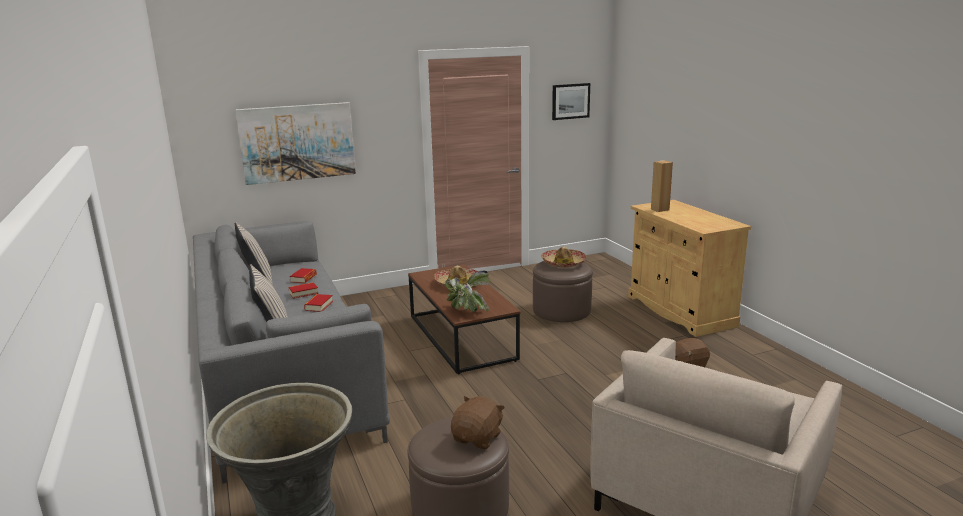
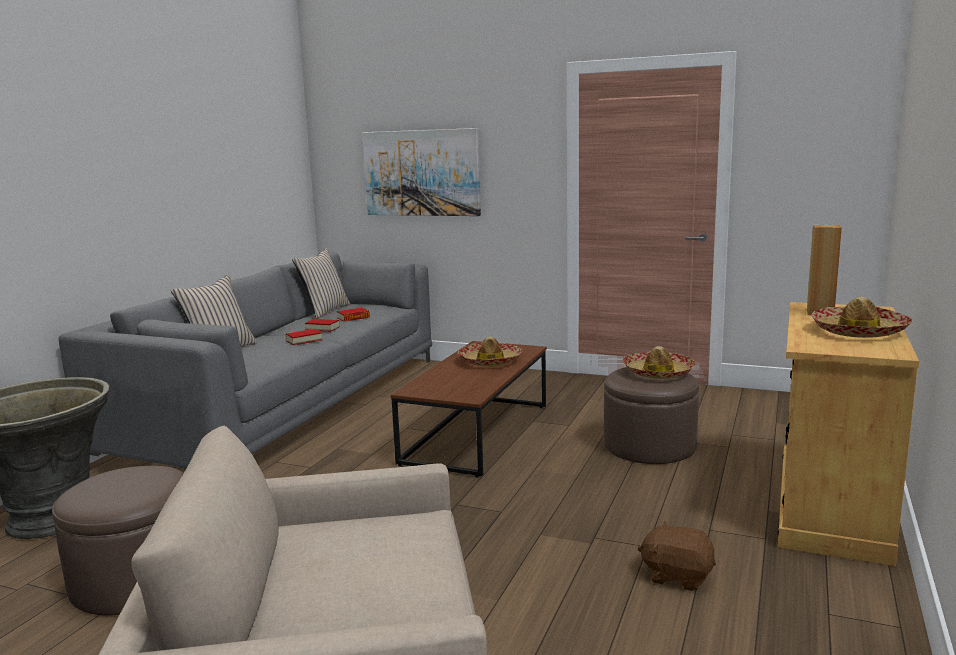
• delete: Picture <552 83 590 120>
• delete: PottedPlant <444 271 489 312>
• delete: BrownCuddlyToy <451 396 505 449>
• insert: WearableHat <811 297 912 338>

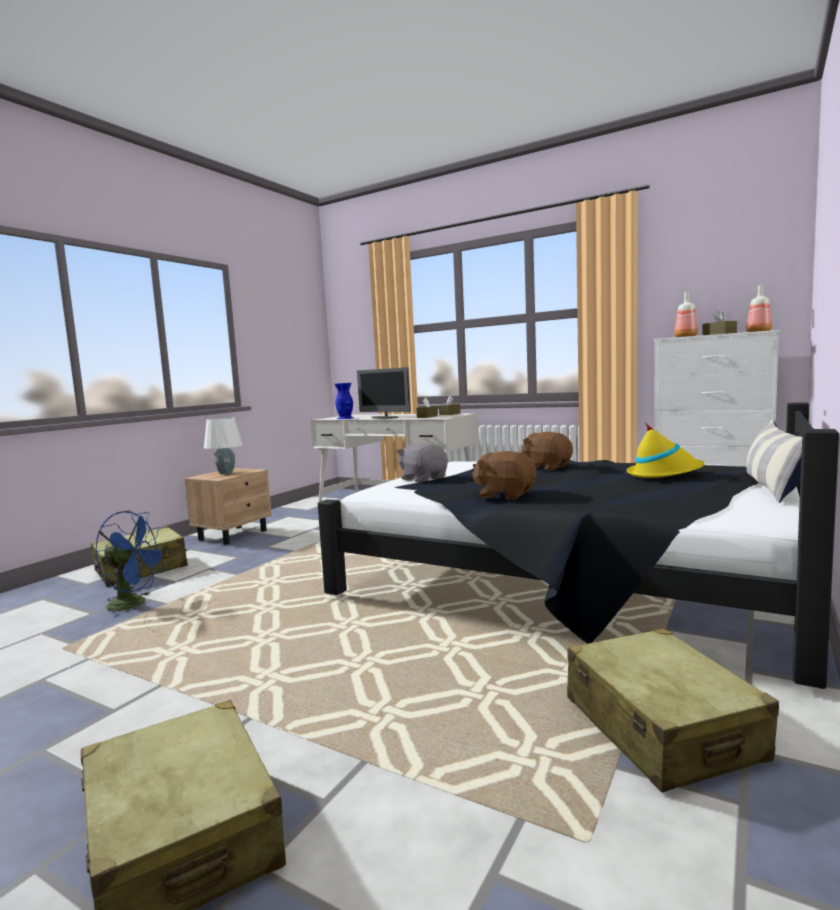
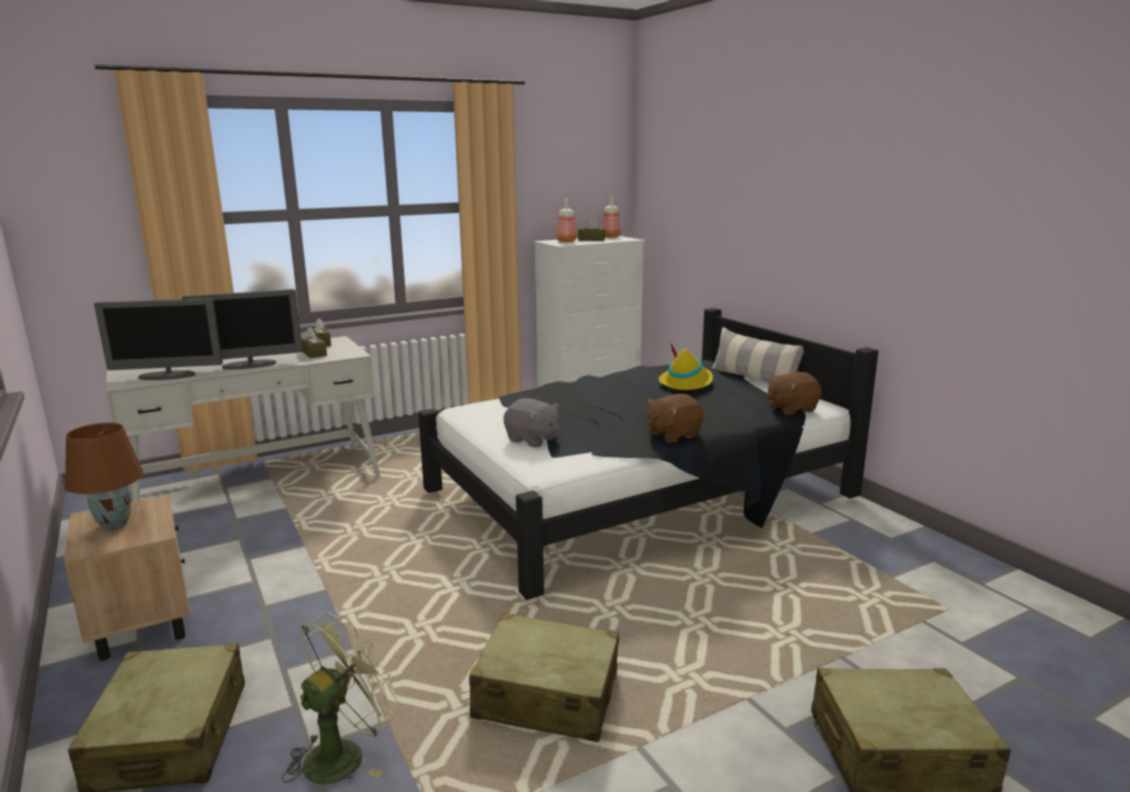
• replace: BluishDecorativeVase <334 383 353 419> to ComputerScreen <94 298 223 380>
• recolor: WhitishTableLamp <204 417 243 474> to BrownTableLamp <65 423 144 530>
• move: BrownCuddlyToy <521 432 573 471> to <767 372 822 415>
• rotate: GreyCuddlyToy <397 443 448 483> = <504 398 560 447> 135 degrees counterclockwise
• recolor: BluishElectricFan <95 510 168 617> to GreenColouredElectricFan <282 612 400 784>
• move: SandColouredPieceOfLuggage <567 628 779 793> to <469 613 619 742>

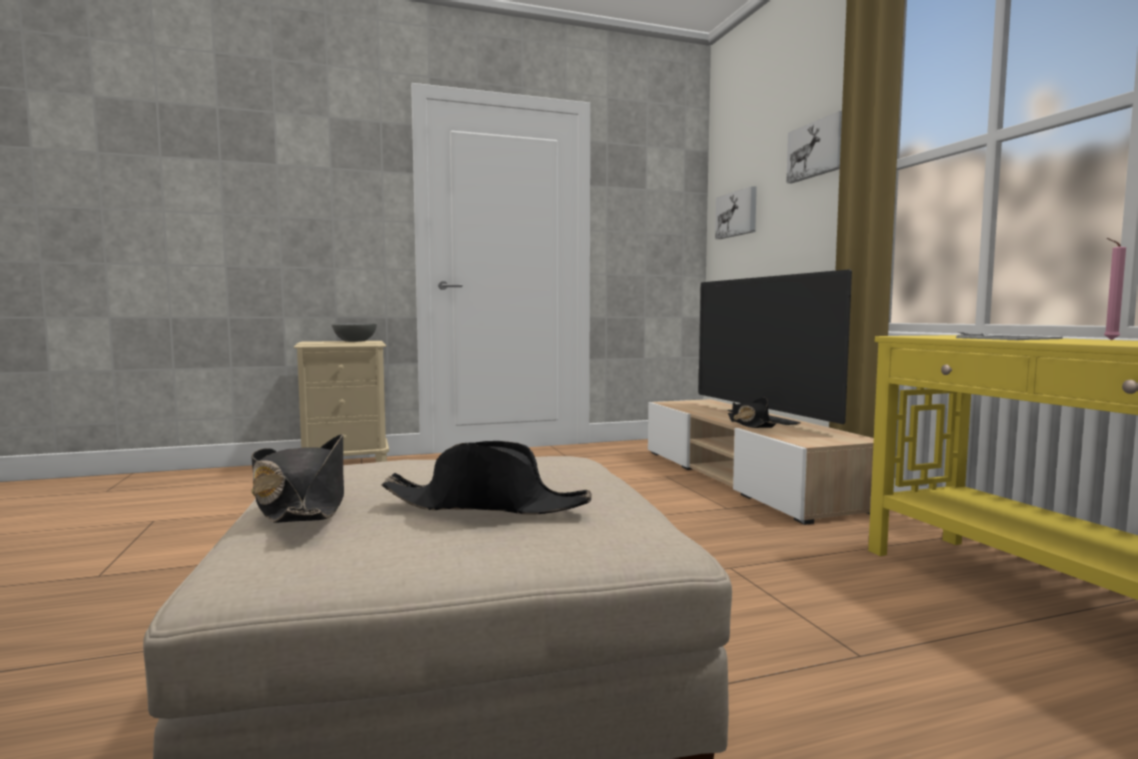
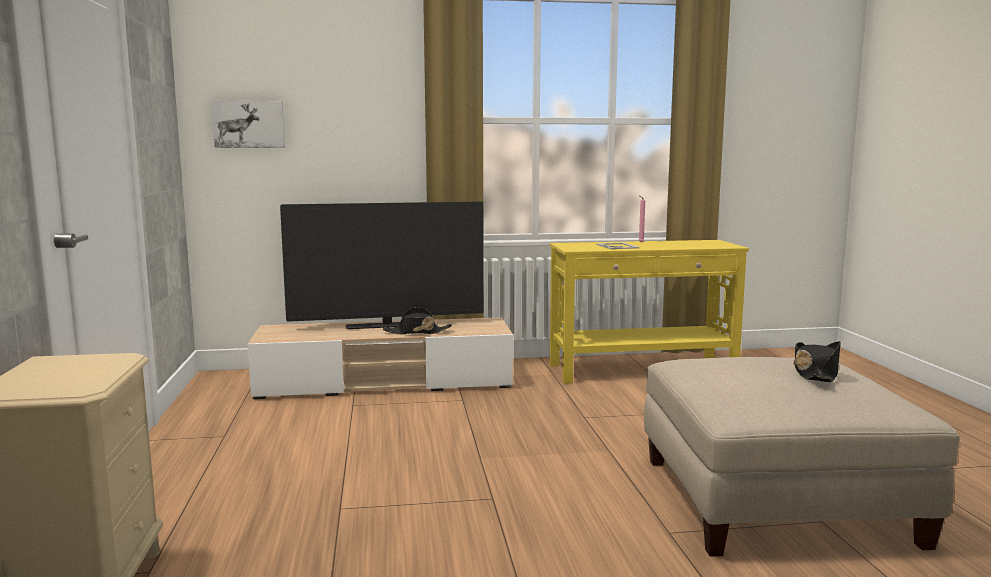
• delete: Picture <786 111 842 183>
• delete: GreyBowl <332 323 377 342>
• delete: BlackishWearableHat <251 434 344 523>

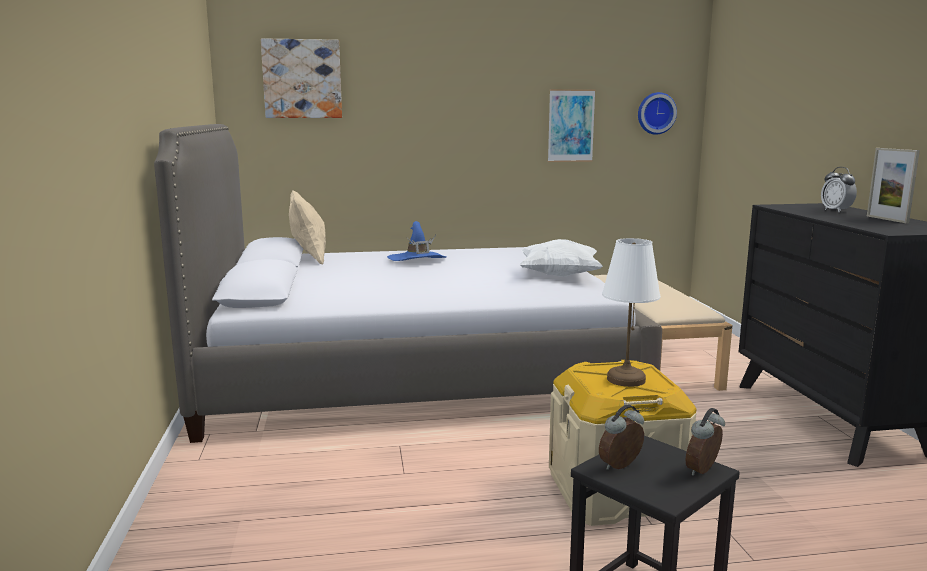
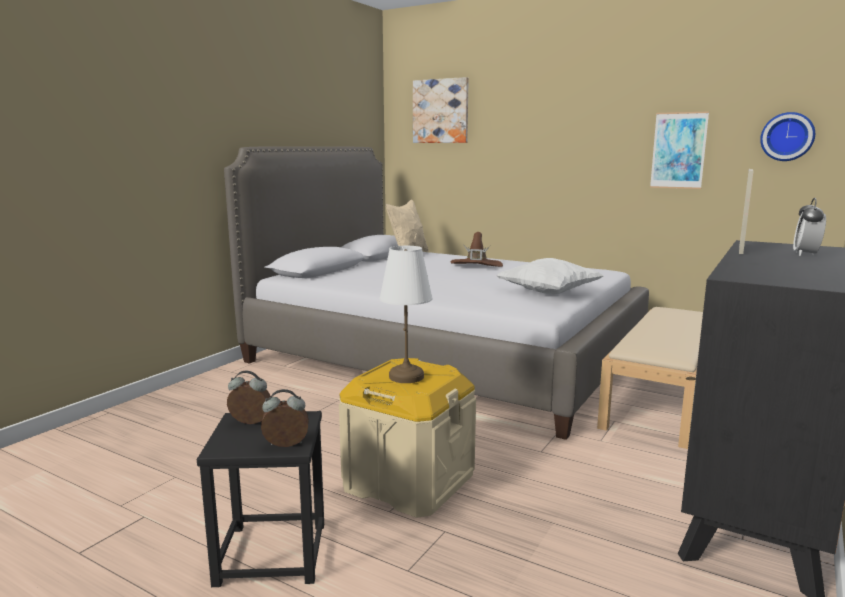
• move: PhotoFrame <867 148 920 223> to <739 169 753 254>
• recolor: BluishWearableHat <387 221 447 261> to BrownWearableHat <450 232 503 267>

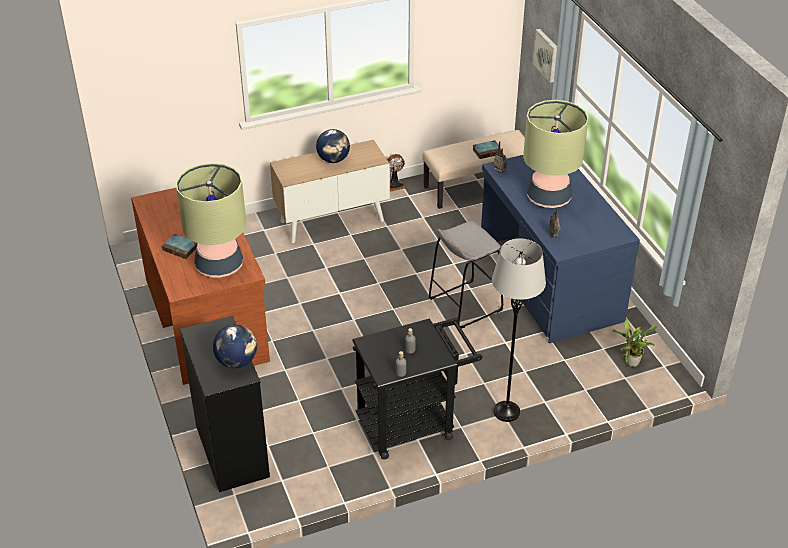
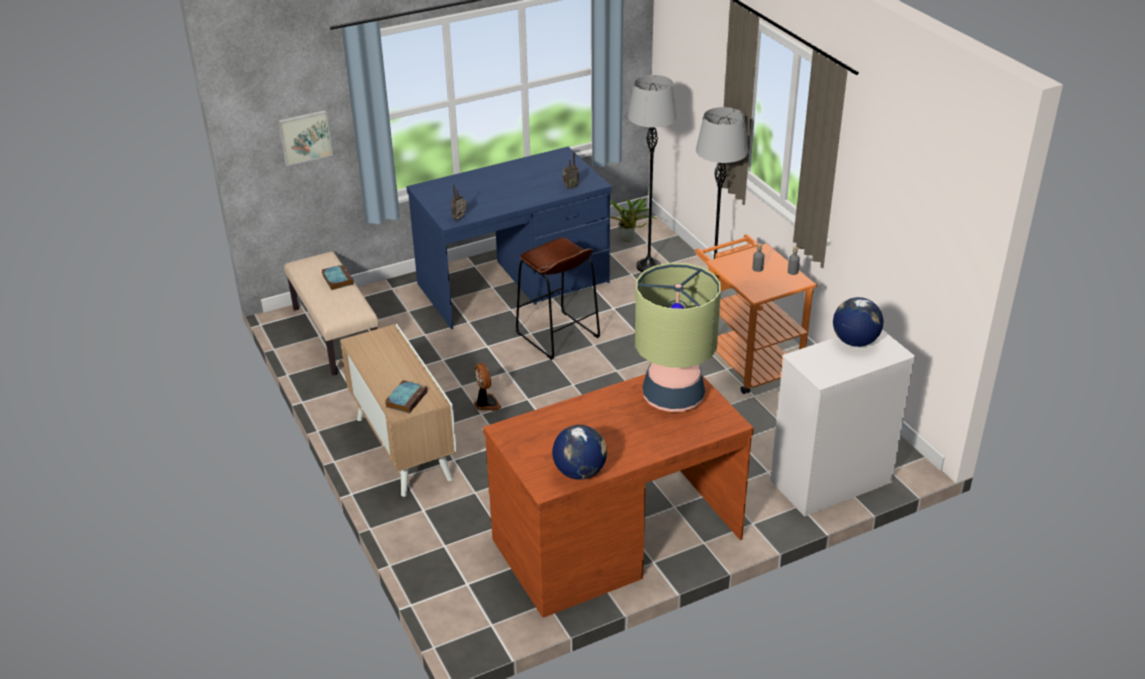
• delete: TableLamp <523 100 589 208>
• move: Globe <316 129 350 163> to <552 425 607 480>
• move: ElectricFan <387 154 407 192> to <474 363 502 411>
• recolor: GreyStool <429 221 503 329> to BrownStool <516 237 600 360>
• move: Volume <162 234 197 259> to <385 380 427 413>
• recolor: BlackishDresser <180 316 270 492> to WhitishDresser <770 329 916 517>
• recolor: BlackishTrolley <352 318 482 460> to OrangeyTrolley <695 234 817 394>
• insert: GreyStandingLamp <628 75 678 272>

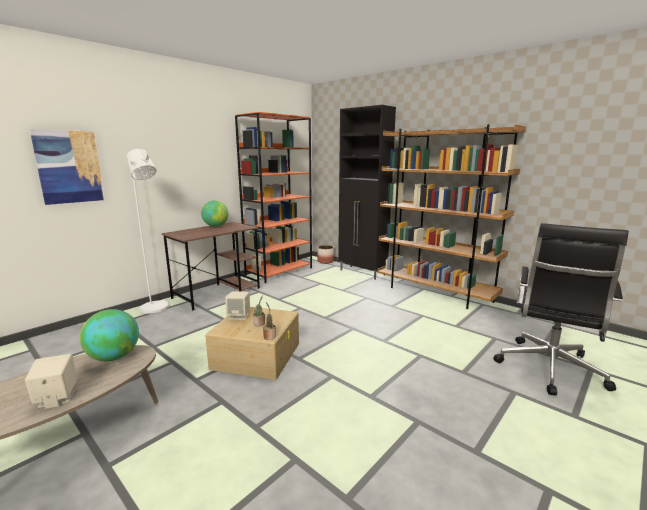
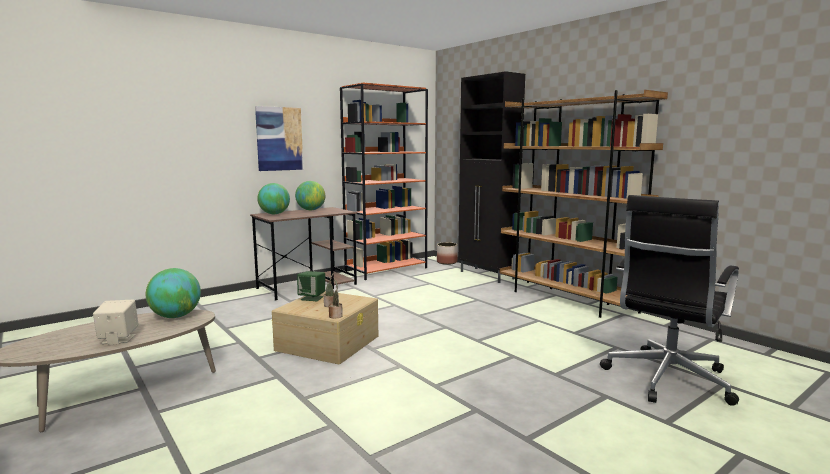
• move: Picture <30 129 105 205> to <255 106 303 171>
• delete: WhitishStandingLamp <126 149 169 314>
• recolor: SandColouredSpeaker <225 291 250 320> to GreenColouredSpeaker <297 271 325 301>
• insert: Globe <257 183 290 214>

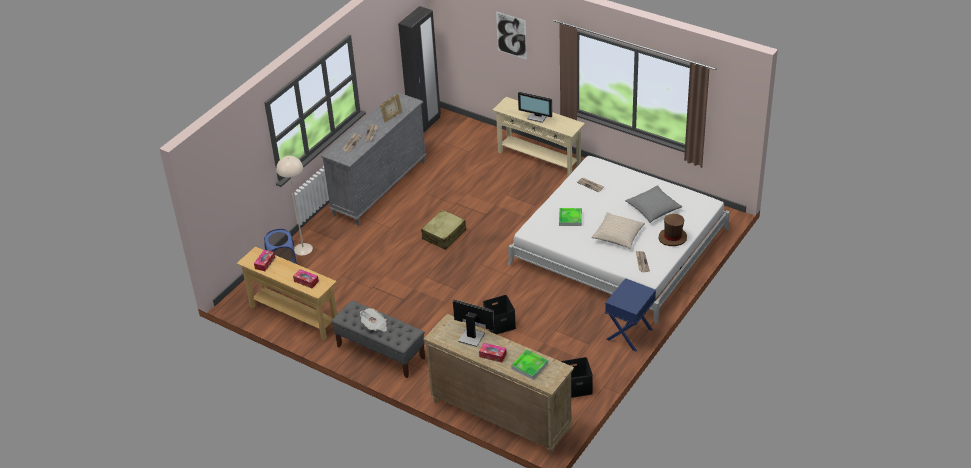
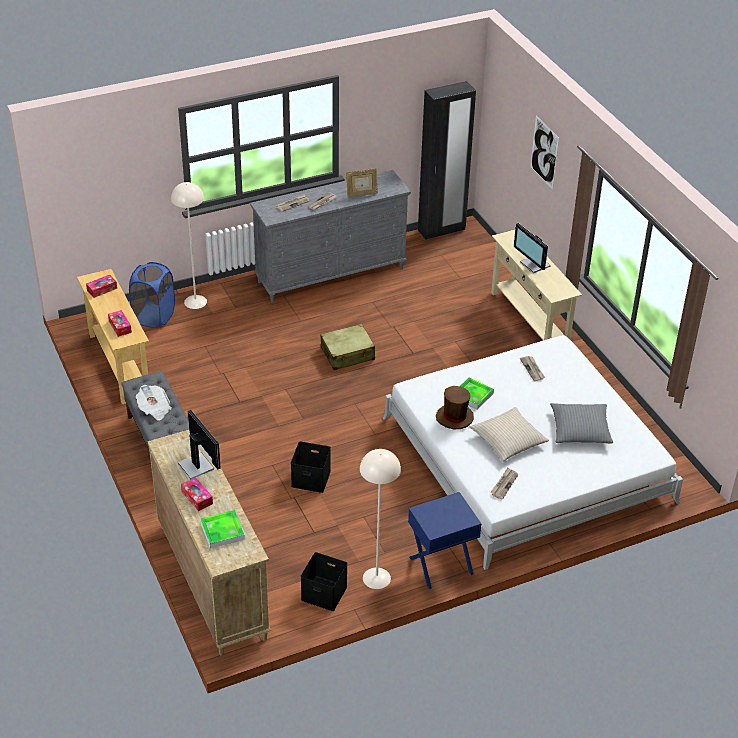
• move: BrownWearableHat <659 214 687 246> to <436 386 474 429>
• insert: SandColouredStandingLamp <360 449 401 589>

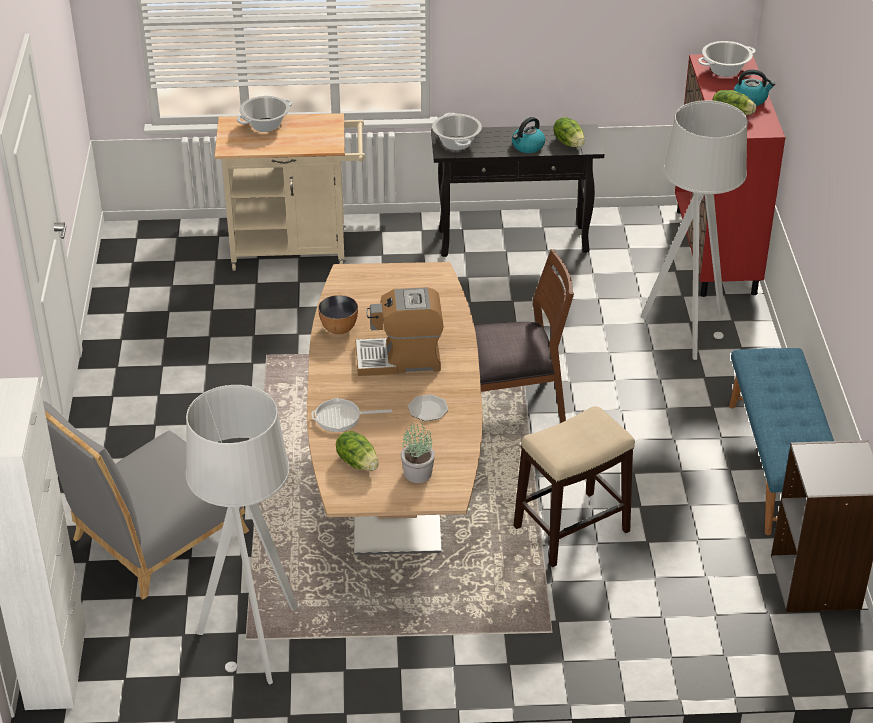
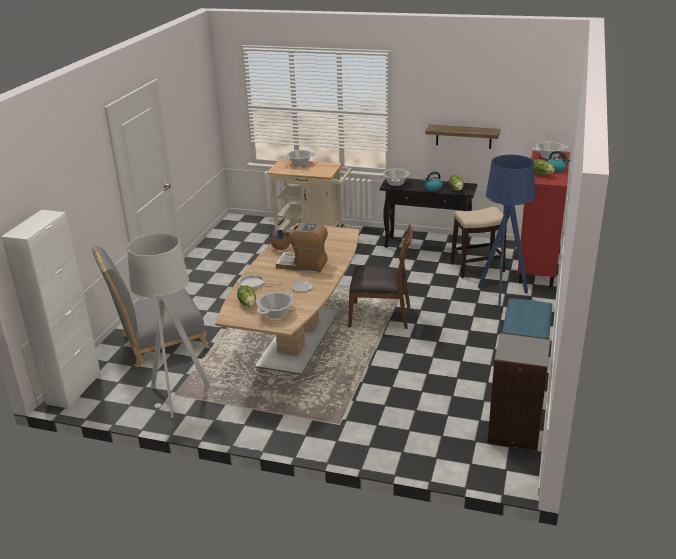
• recolor: GreyStandingLamp <640 100 748 360> to BluishStandingLamp <478 155 535 311>
• move: Stool <513 406 635 567> to <450 207 507 278>
• replace: PottedPlant <401 420 435 483> to Saucepot <257 292 294 319>
• insert: WallShelf <425 124 500 149>

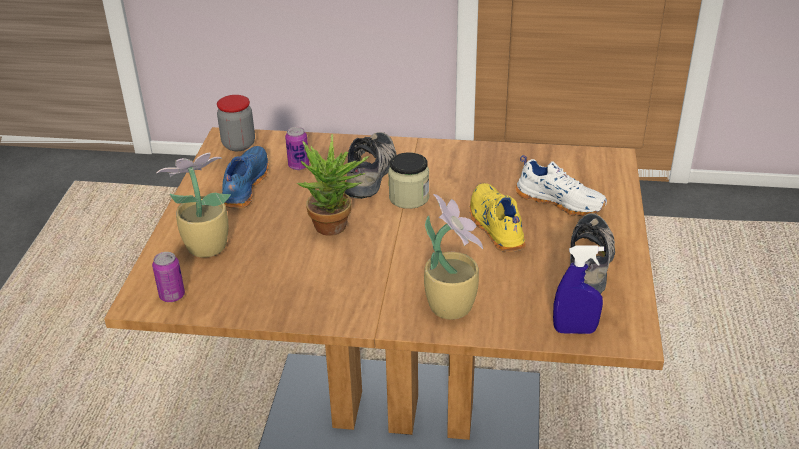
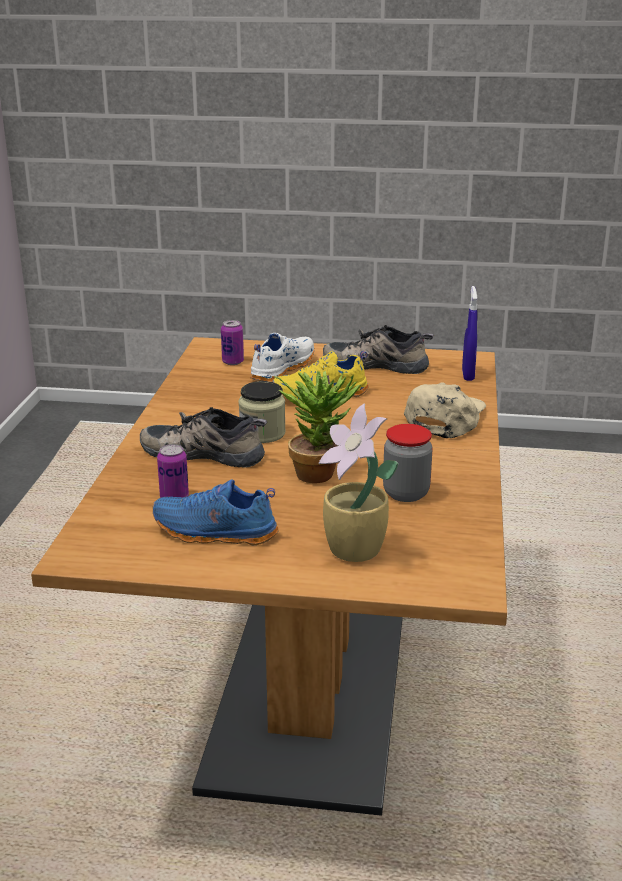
• move: StorageJar <217 95 255 151> to <383 424 433 502>
• replace: PottedPlant <424 194 483 320> to SandColouredCap <404 382 486 438>
• move: MetalCan <152 252 185 302> to <221 320 244 365>

